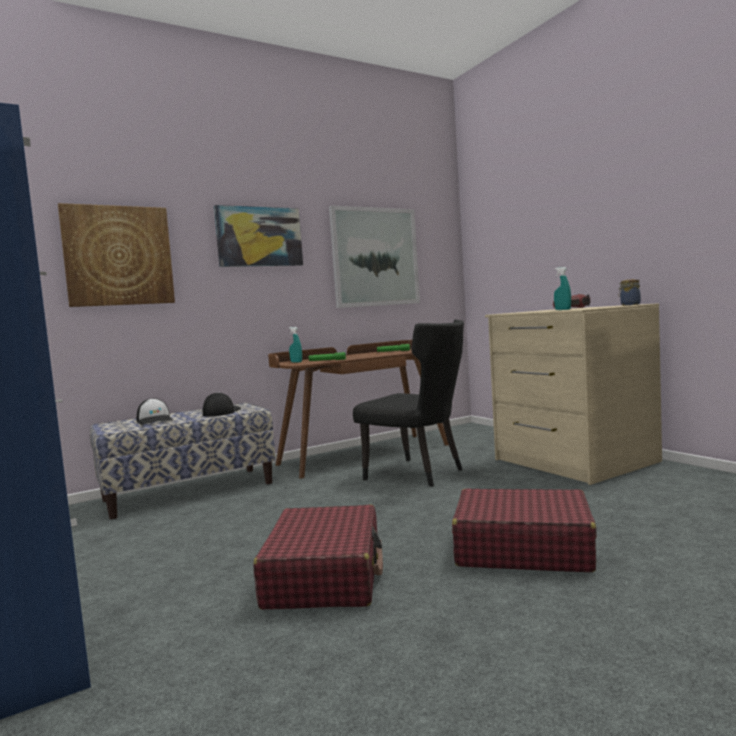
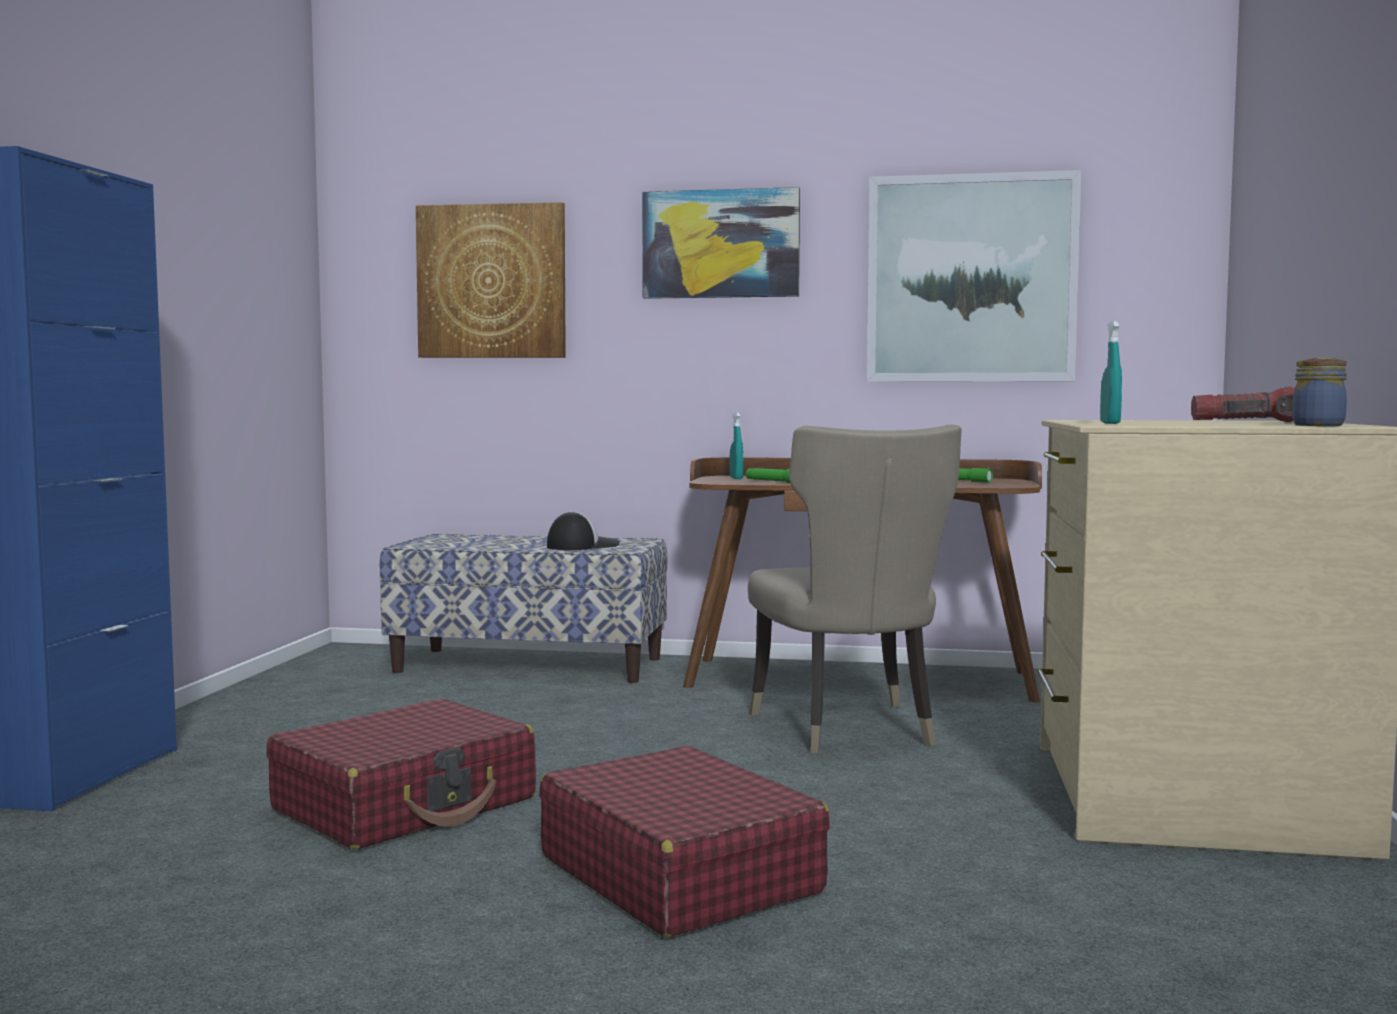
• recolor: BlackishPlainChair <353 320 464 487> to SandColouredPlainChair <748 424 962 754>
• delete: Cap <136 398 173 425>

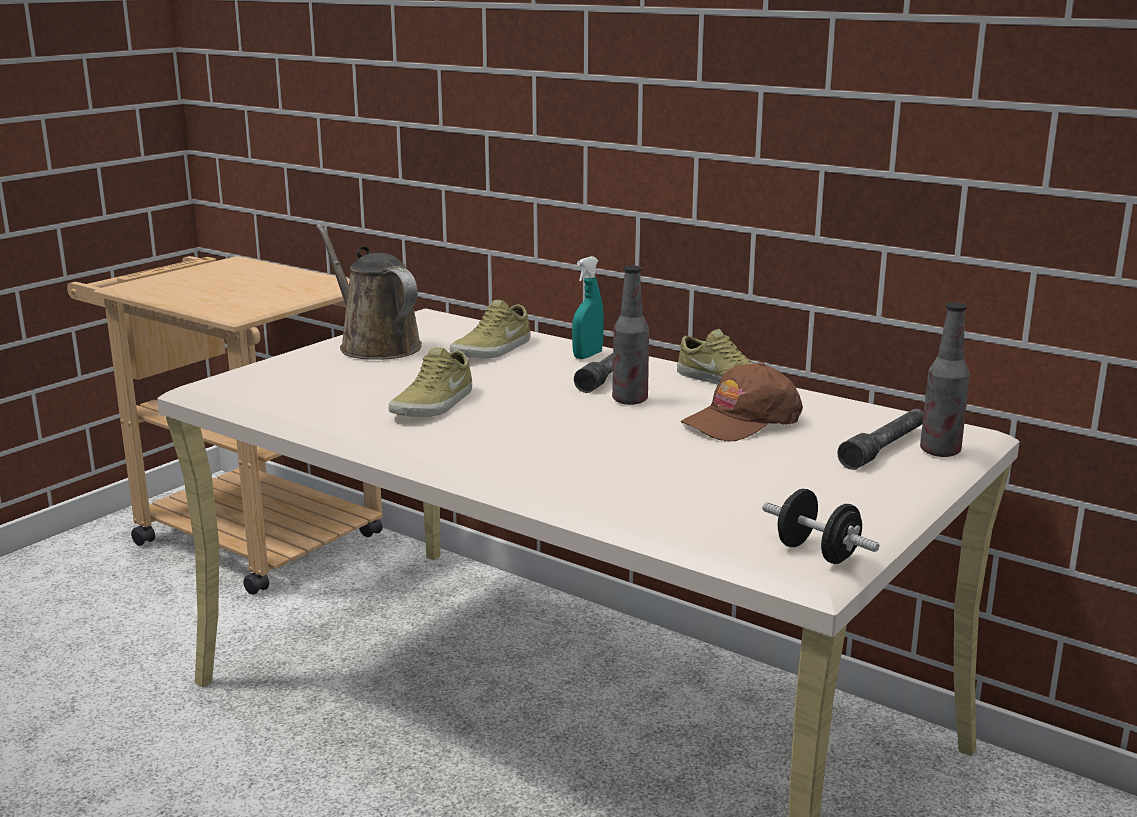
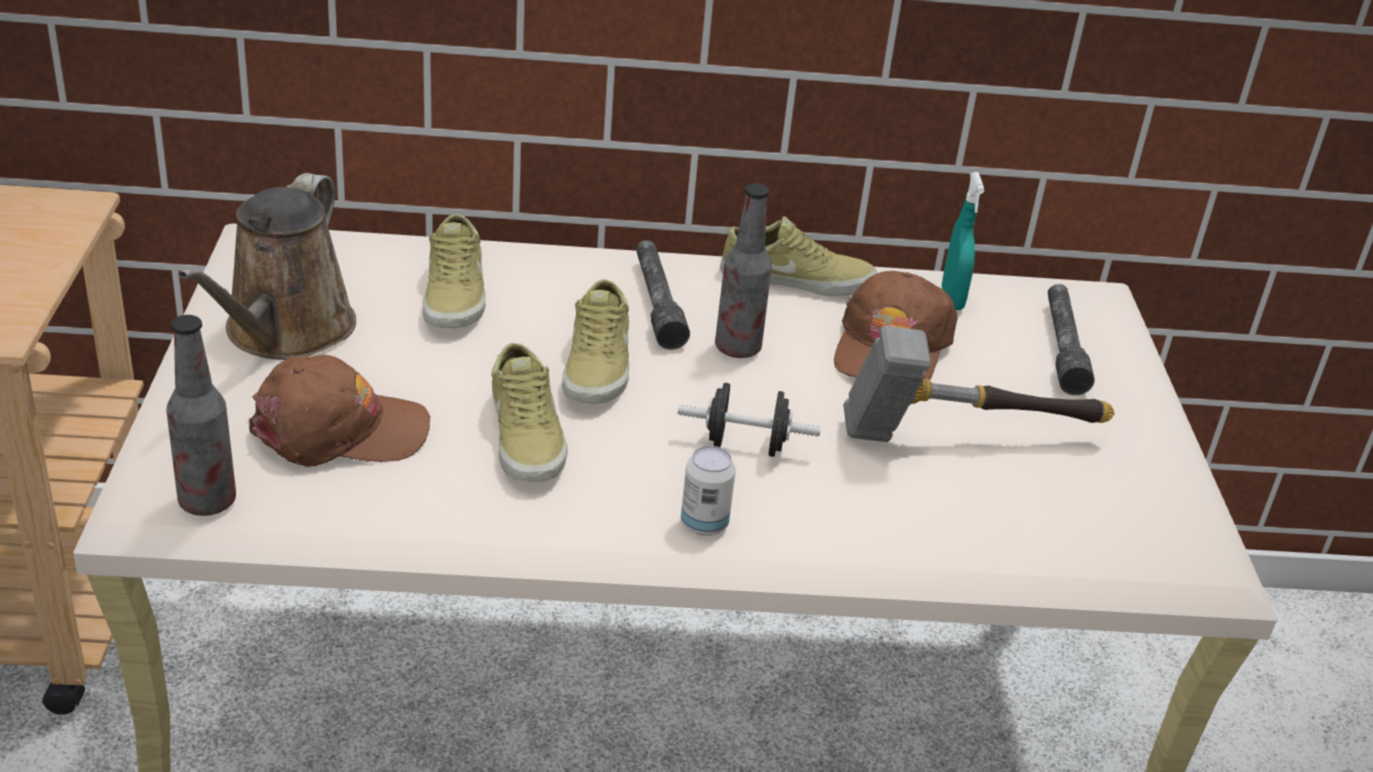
• rotate: BrownWateringCan <316 224 422 360> = <178 173 356 360> 90 degrees counterclockwise
• move: BlueGreenSprayBottle <572 256 604 359> to <942 172 984 310>
• move: BeverageBottle <920 302 970 457> to <166 315 236 516>
• move: BlackishHandWeight <762 489 879 564> to <678 383 821 457>
• insert: SandColouredLowShoe <562 279 629 404>
• insert: ToolHammer <843 325 1115 442>
• insert: BrownCap <249 355 431 467>
• insert: MetalCan <681 446 736 536>

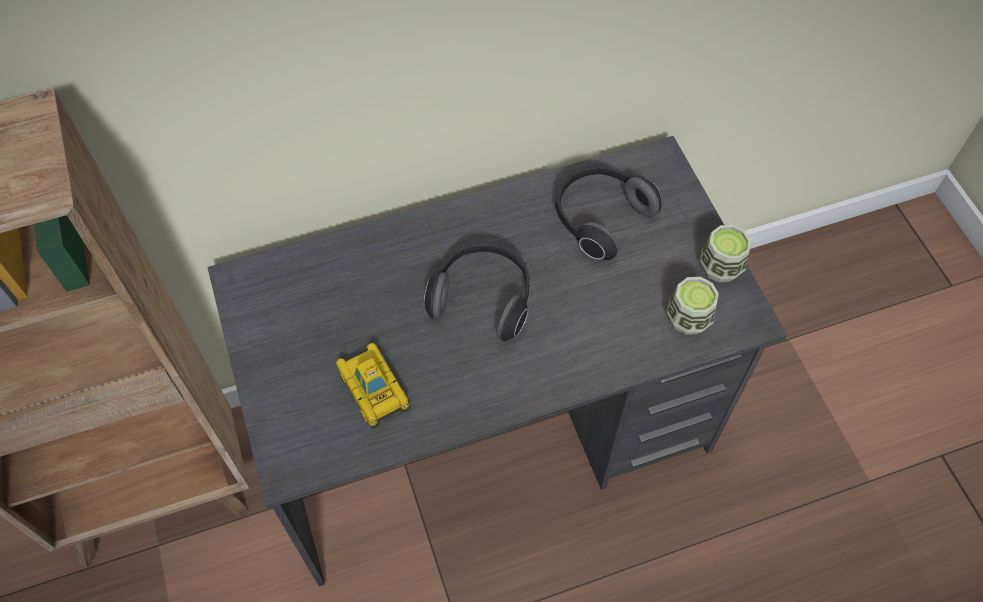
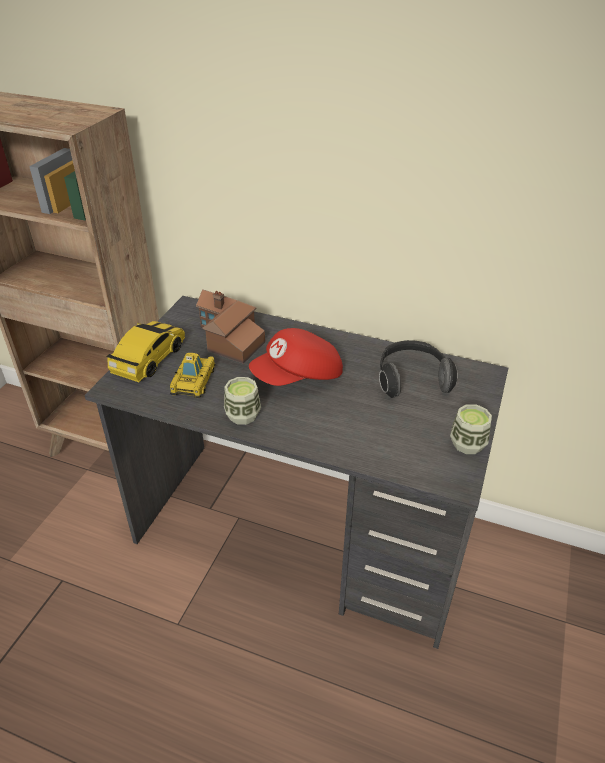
• replace: Headphones <424 241 529 342> to ReddishCap <249 328 343 386>
• move: SmallCup <667 277 719 335> to <224 377 261 425>
• insert: MiniatureHouse <196 289 265 364>
• insert: MiniatureCar <106 321 185 382>

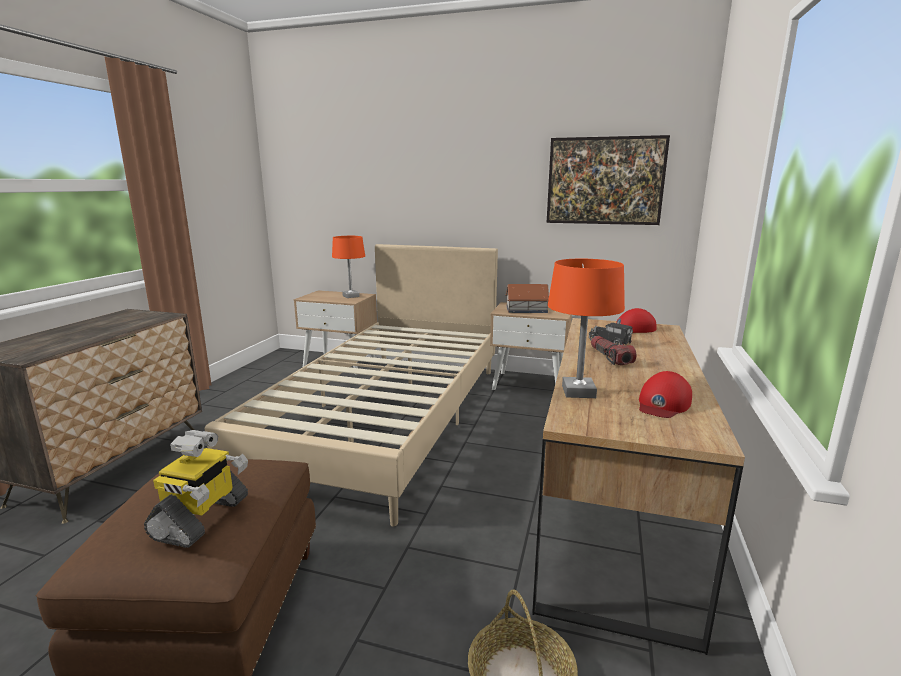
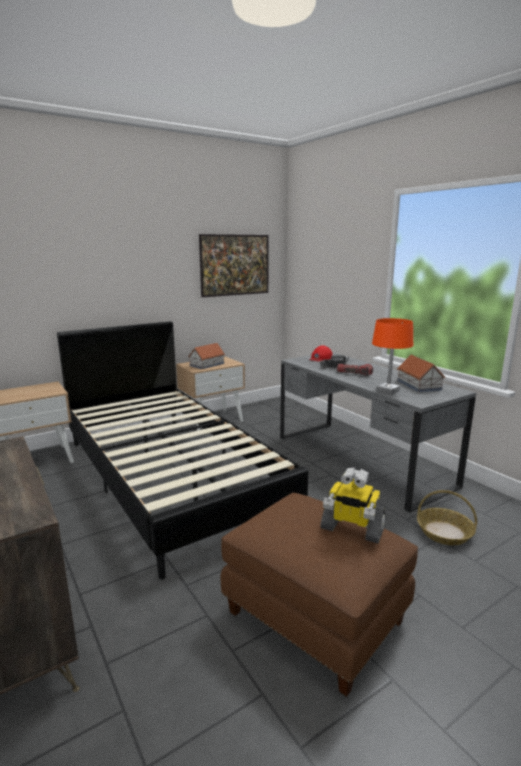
• delete: OrangeyTableLamp <332 236 365 298>
• recolor: SandColouredBedroomBed <205 244 498 527> to BlackishBedroomBed <57 321 308 579>
• recolor: BrownDeskTable <532 318 745 655> to GreyDeskTable <280 352 476 513>
• replace: ReddishCap <639 371 692 418> to MiniatureHouse <397 355 445 392>
• rotate: ModelRobot <144 430 248 548> = <320 467 386 544> 150 degrees clockwise

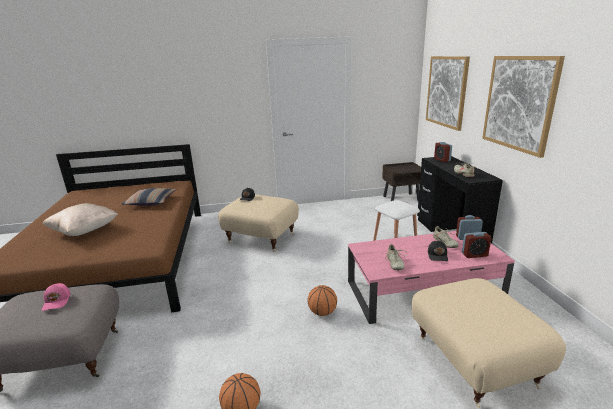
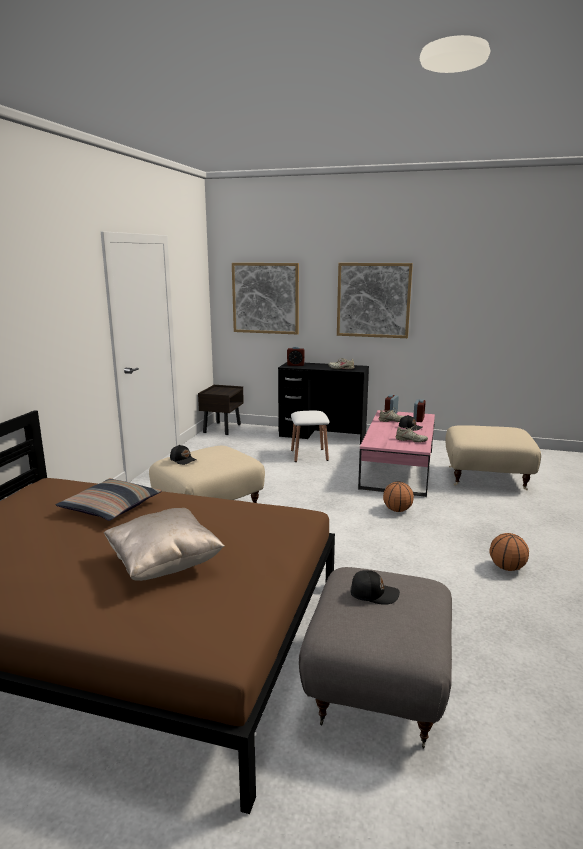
• recolor: PinkishCap <42 283 71 311> to BlackishCap <350 570 400 605>

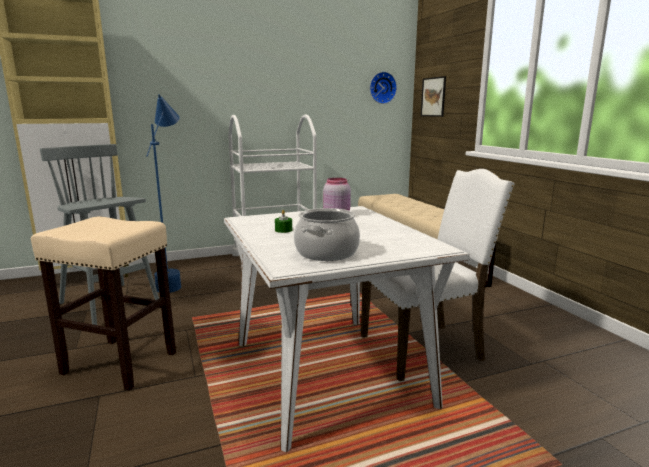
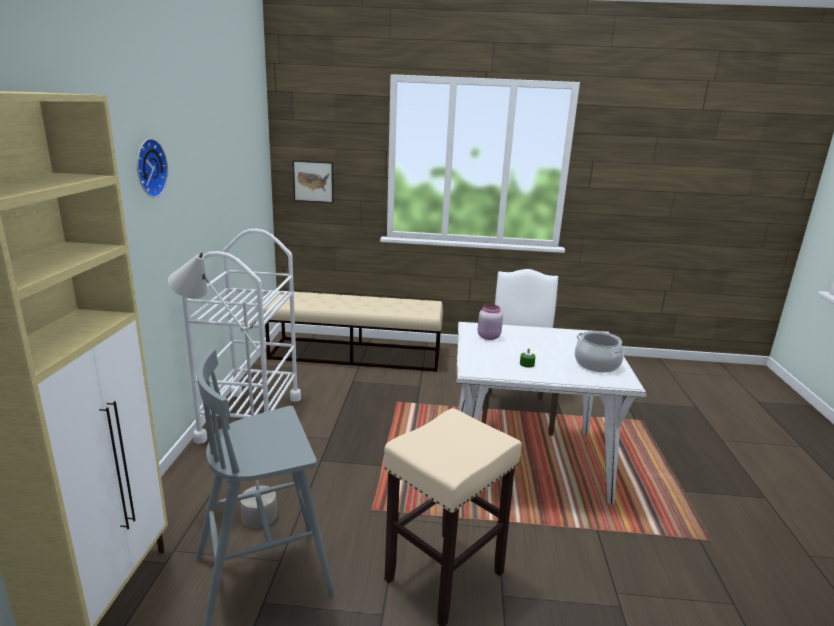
• move: HangingClock <370 72 397 104> to <137 138 168 198>
• recolor: BluishStandingLamp <146 94 181 293> to GreyStandingLamp <168 252 277 528>

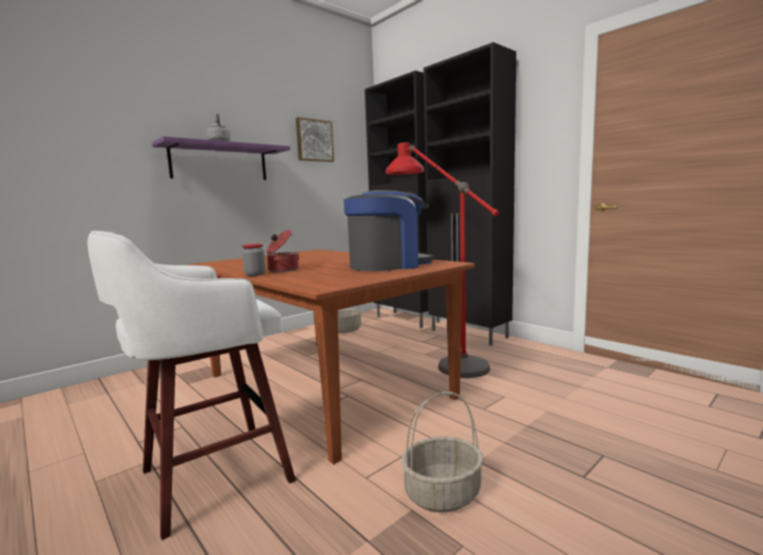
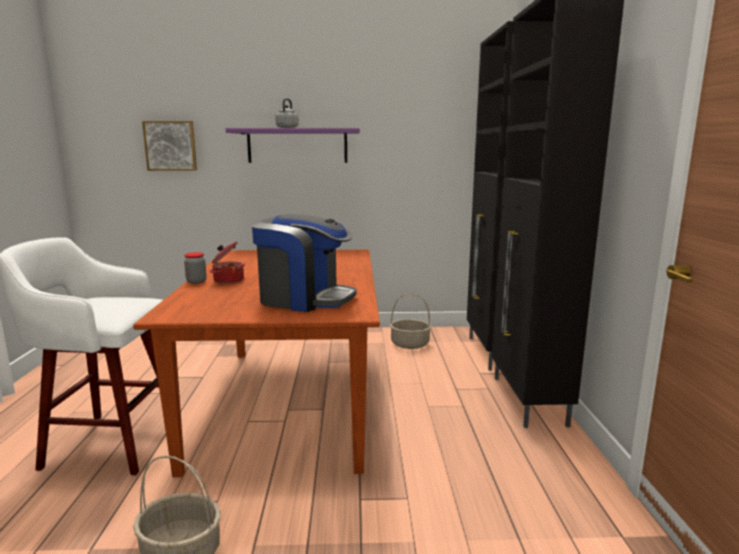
• move: Picture <296 117 334 162> to <142 121 197 171>
• delete: ReddishStandingLamp <386 142 499 378>

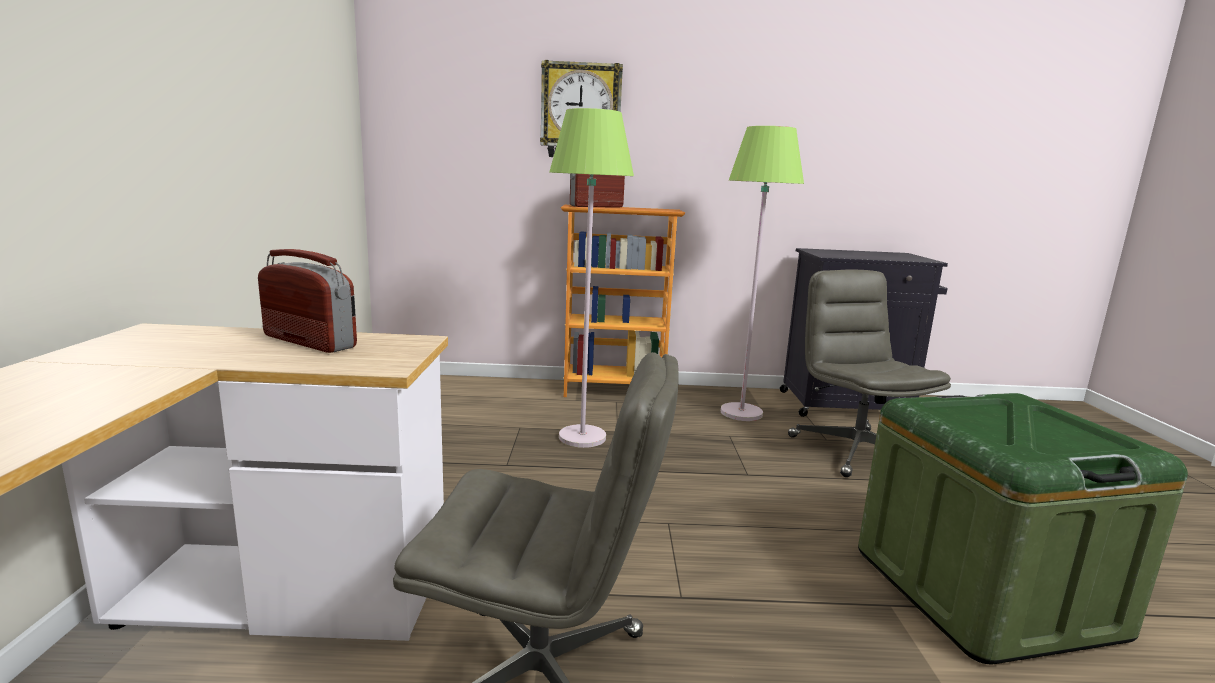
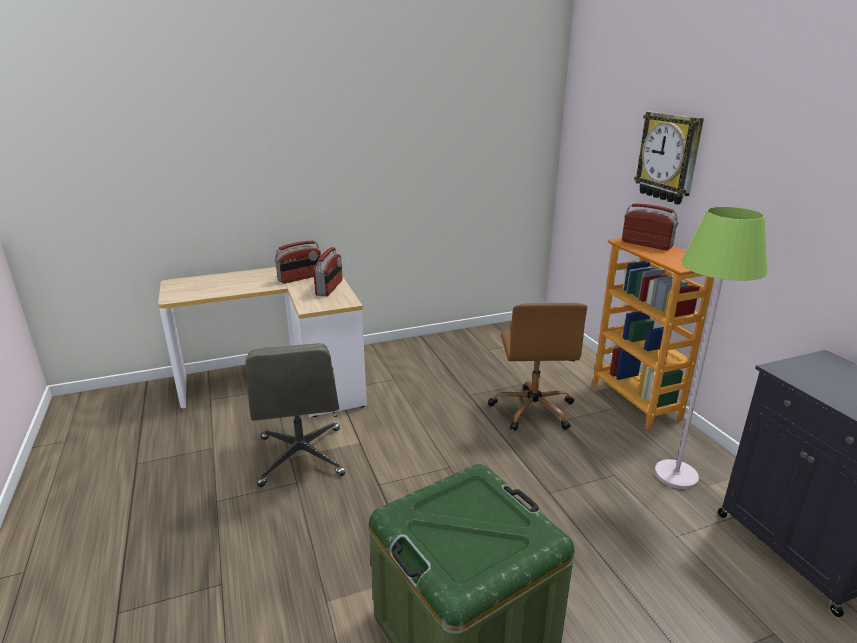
• replace: GreenColouredStandingLamp <549 108 634 448> to BrownOfficeChair <488 303 587 431>
• delete: GreyOfficeChair <788 270 951 477>
• insert: RadioSet <275 240 321 284>

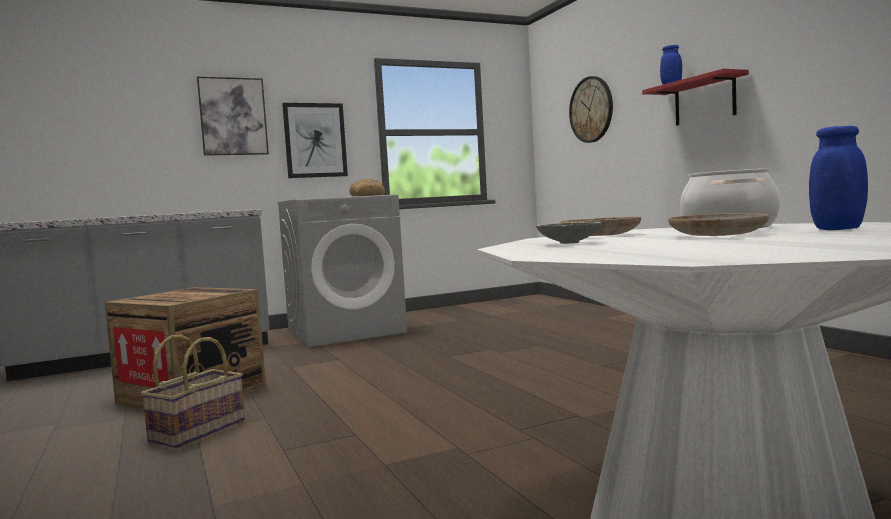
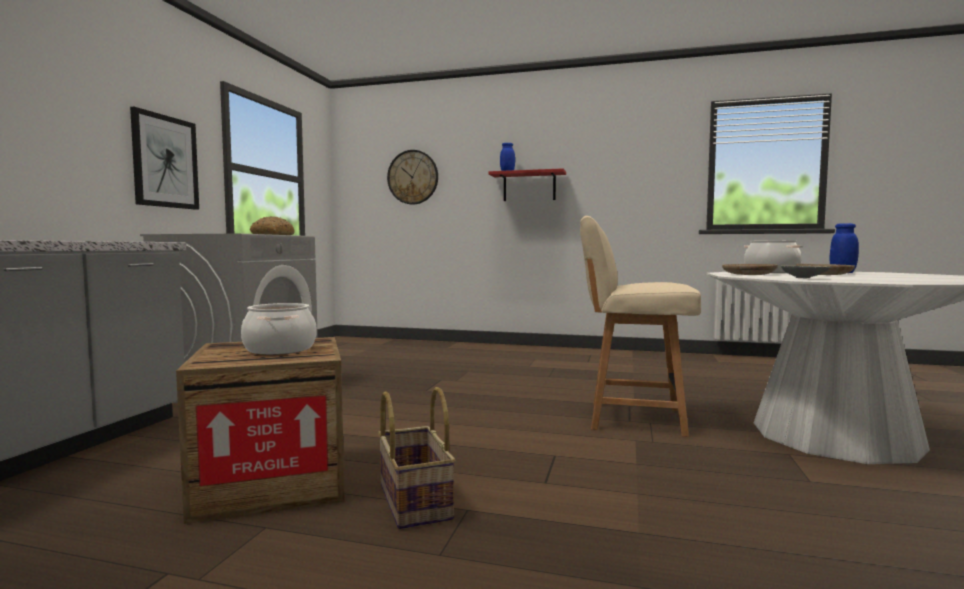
• delete: Picture <197 76 269 156>
• insert: SandColouredPlainChair <580 216 701 437>
• insert: Saucepot <241 303 317 355>

